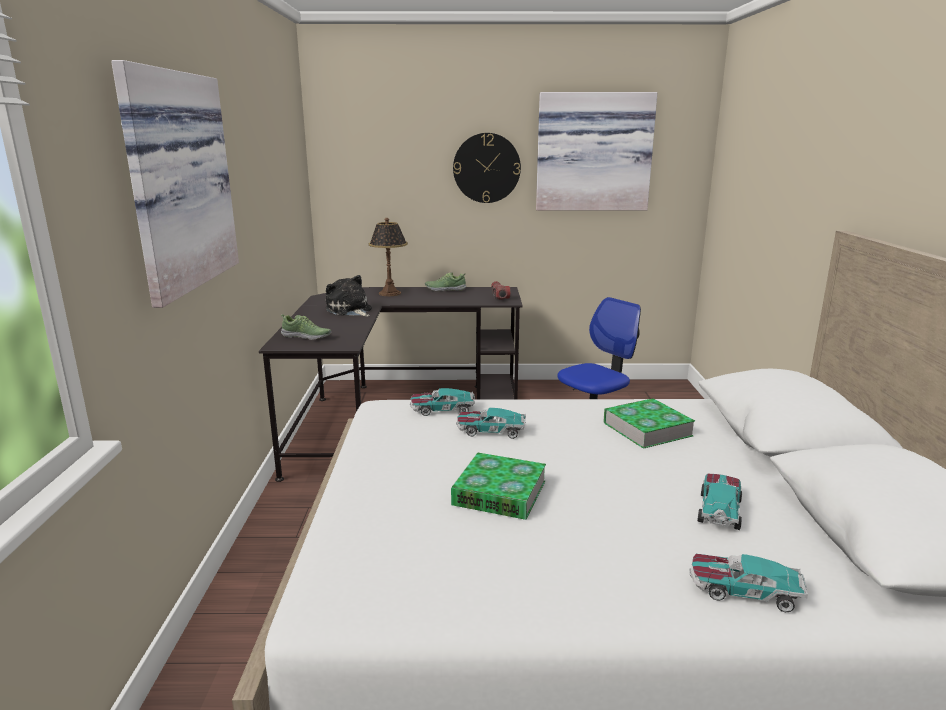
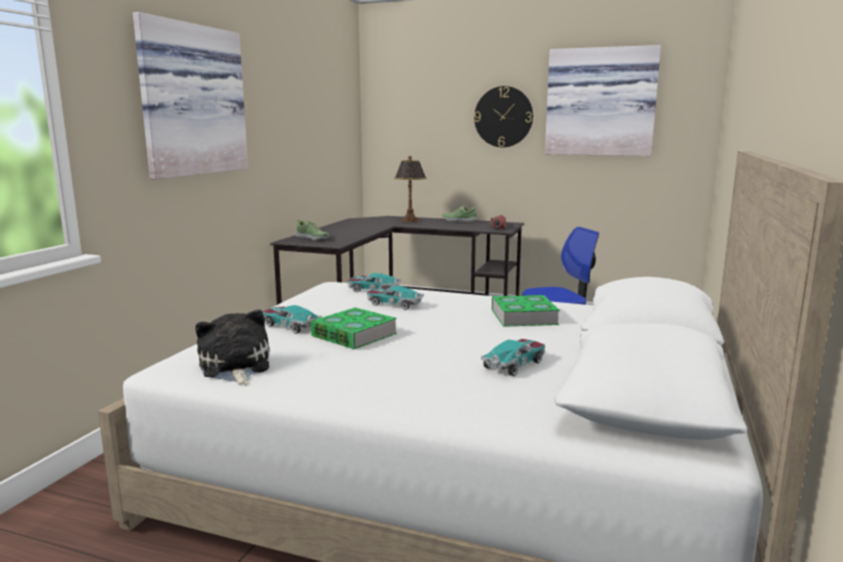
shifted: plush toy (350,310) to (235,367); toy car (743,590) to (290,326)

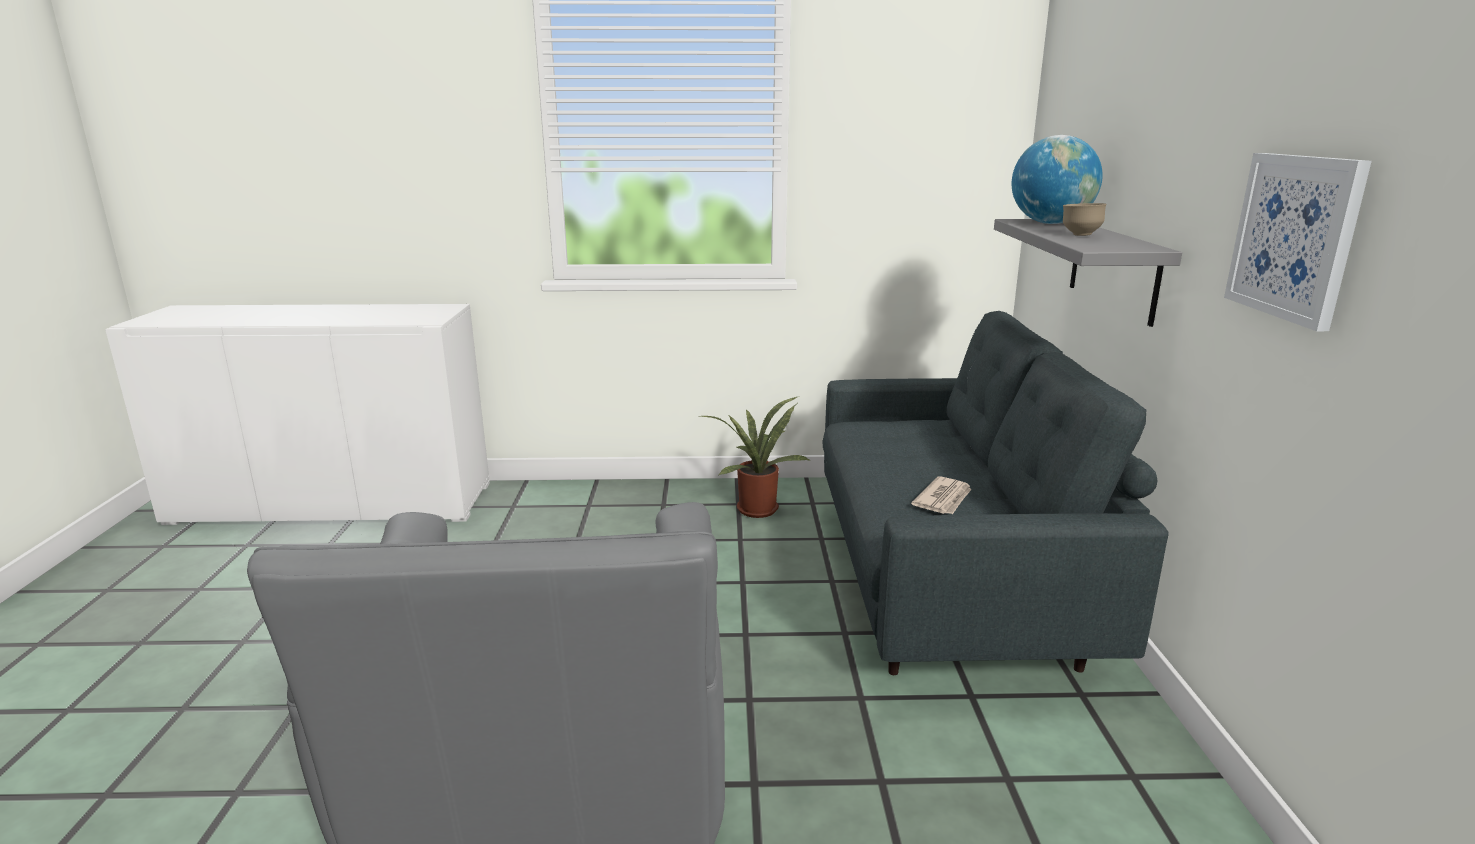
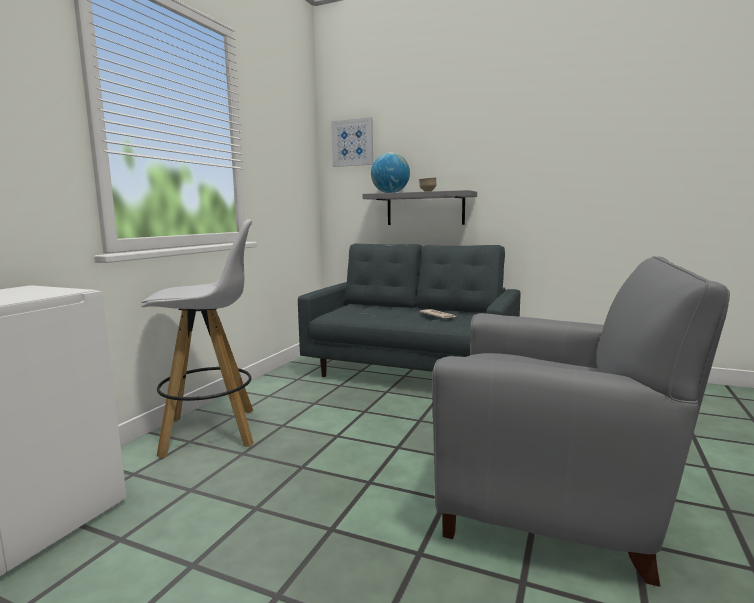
gone: potted plant (757,507)
new: white stool (212,431)
shifted: picture (1295,237) to (352,143)

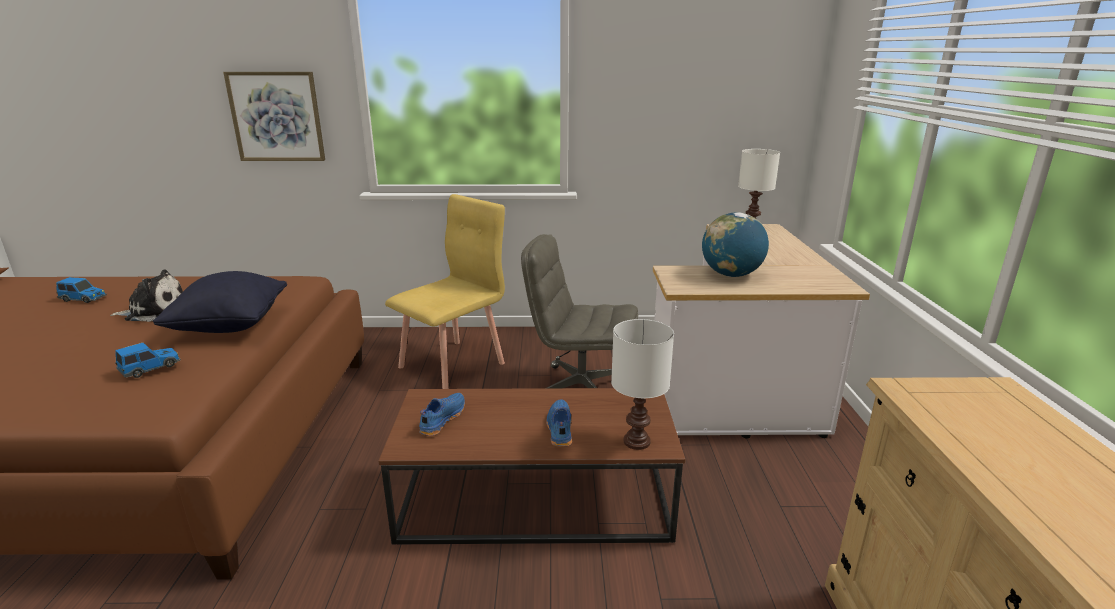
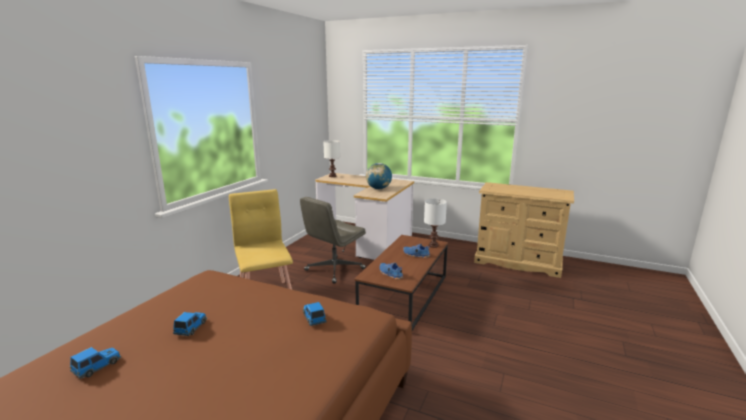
gone: black pillow (230,326); picture (276,117)
swapped: plush toy (154,311) to toy car (191,328)

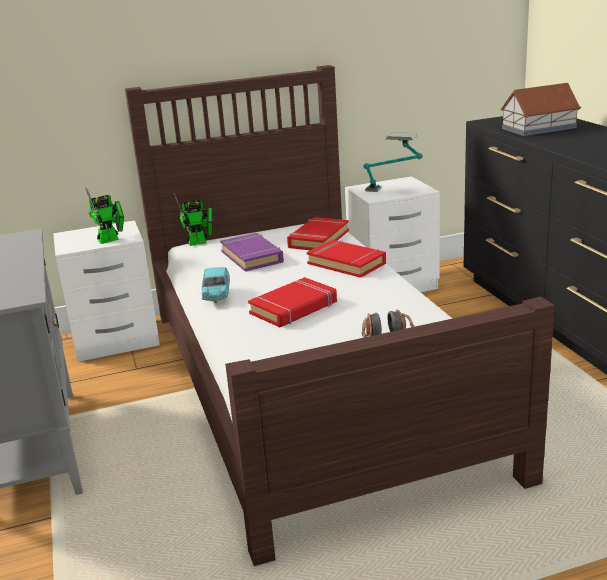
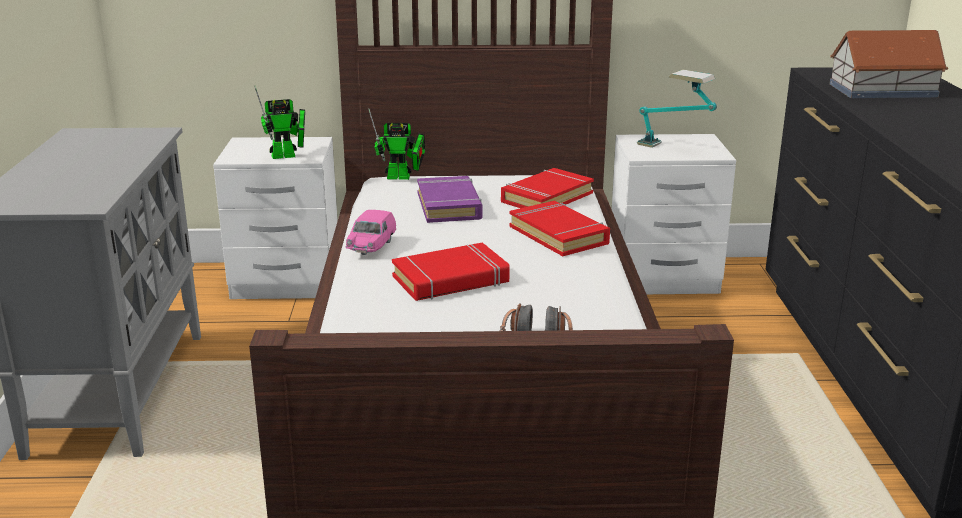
repainted: turquoise toy car (216,296) to pink toy car (371,247)

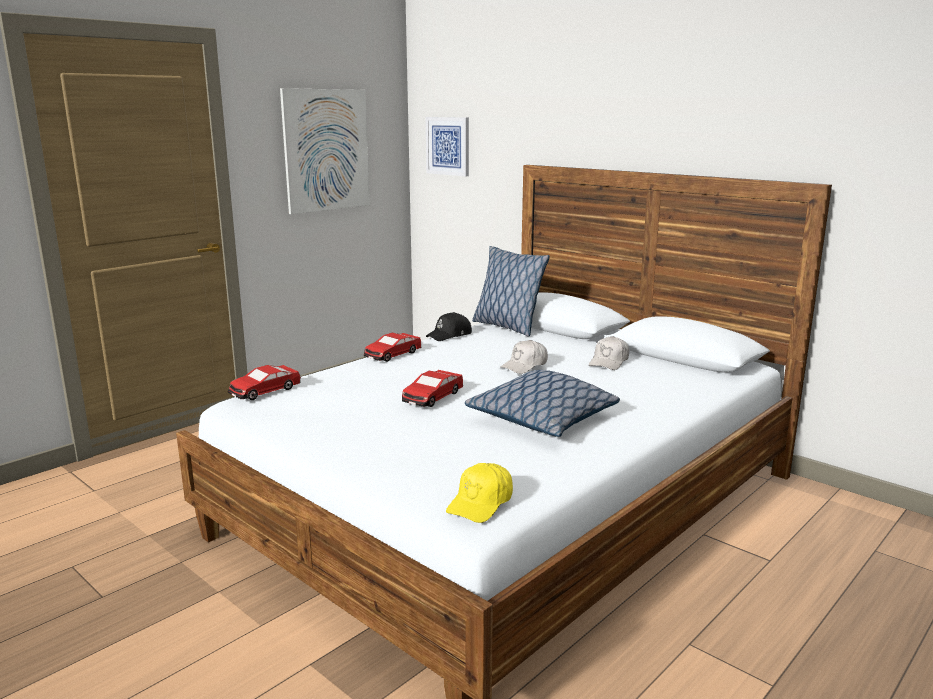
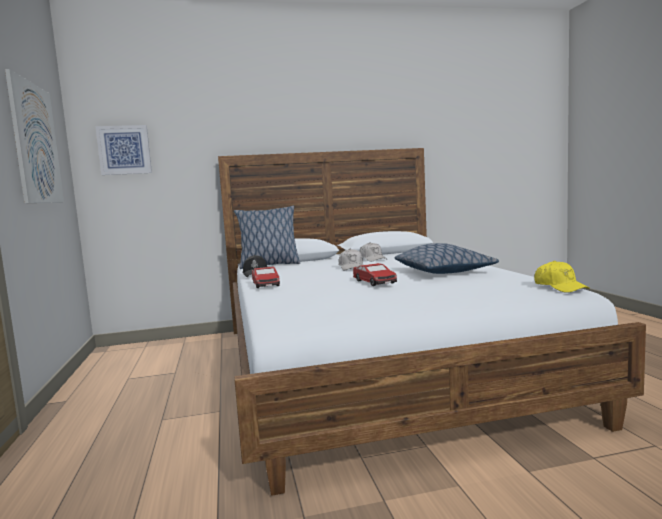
gone: toy car (264,391)

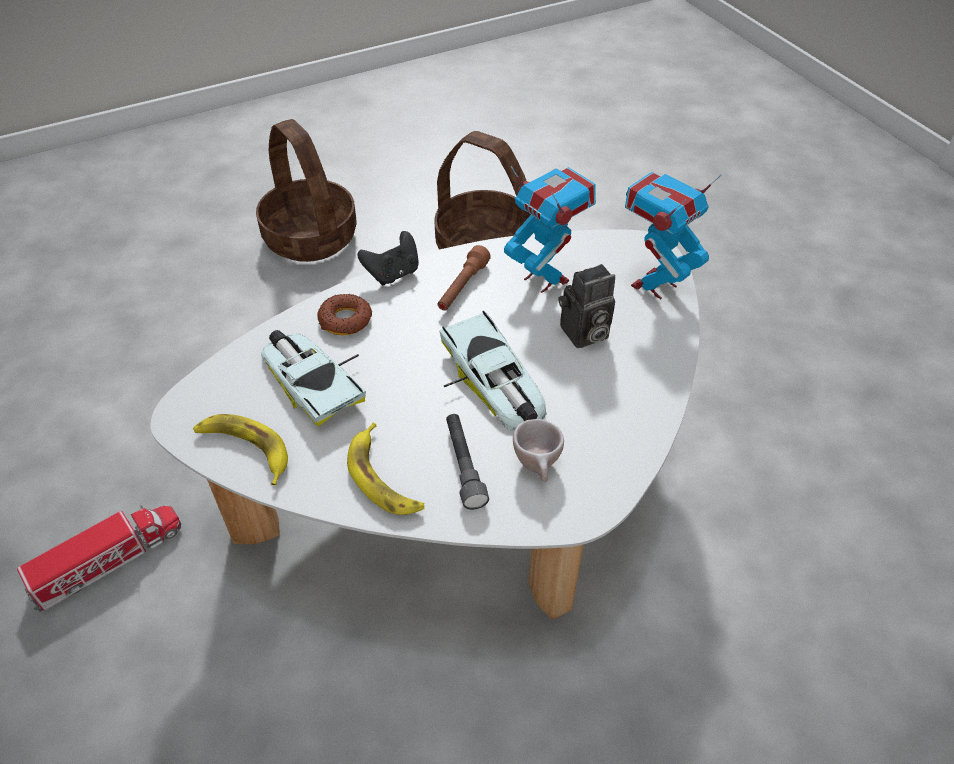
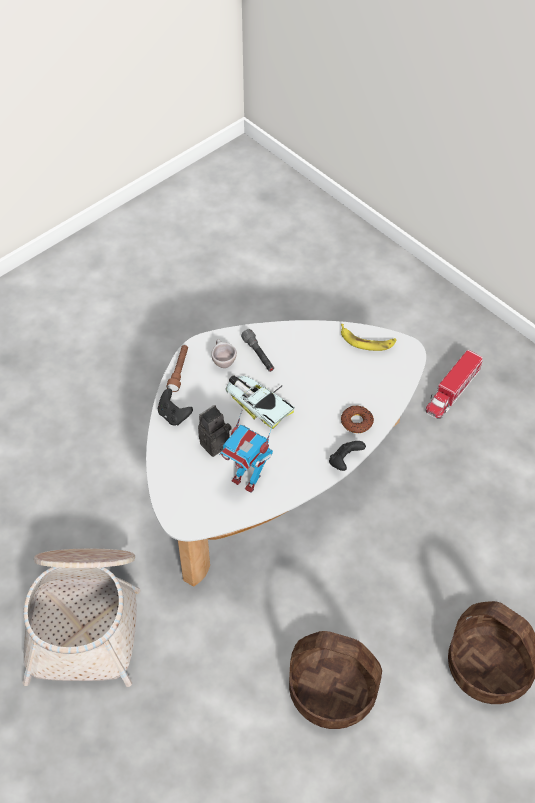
gone: toy car (312,379); banana (384,478); toy robot (654,284)
new: basket (86,618); black game controller (174,415)
shifted: brown flashlight (462,287) to (179,371)

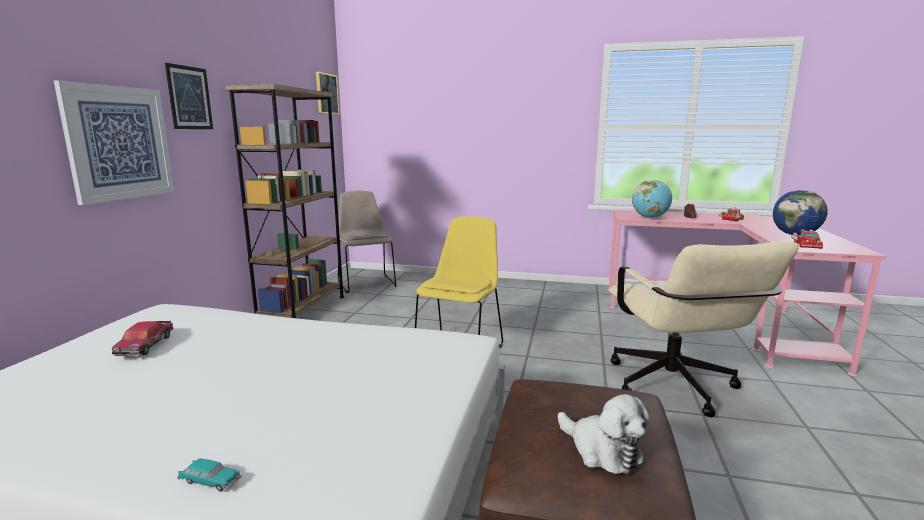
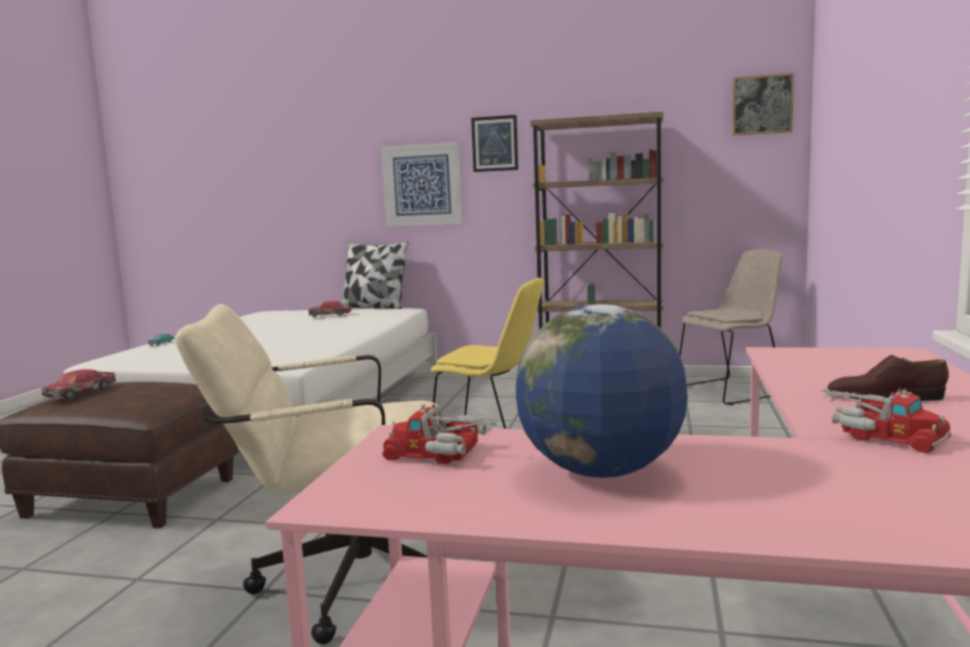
gone: globe (650,218)
new: pillow (374,307)
swapped: plush toy (602,450) to toy car (81,392)

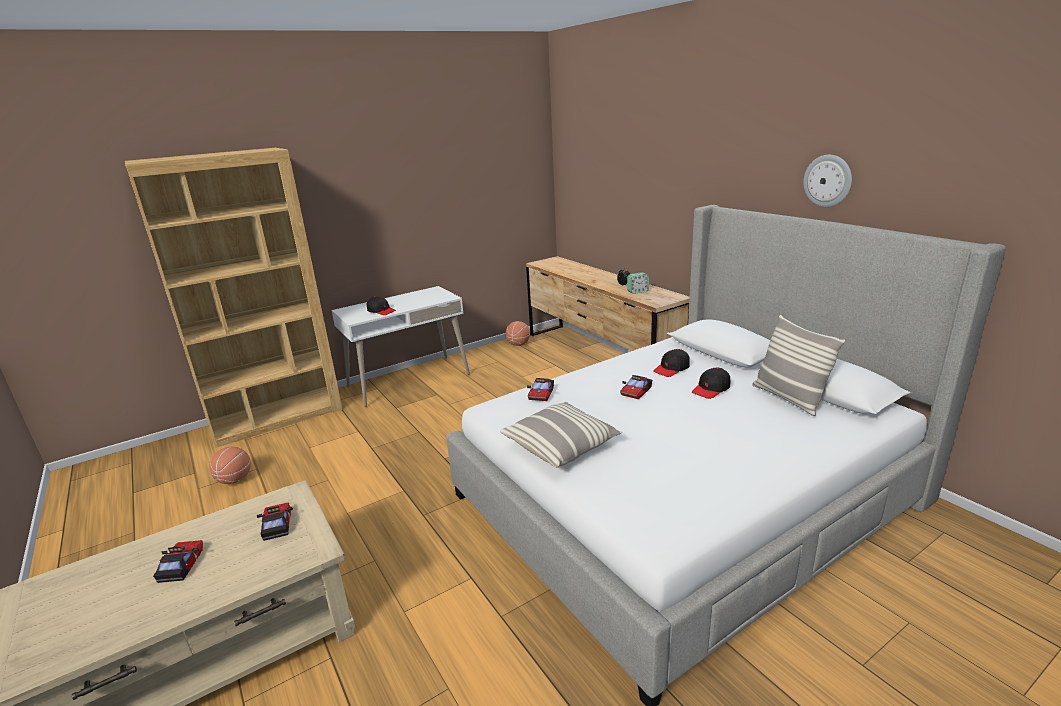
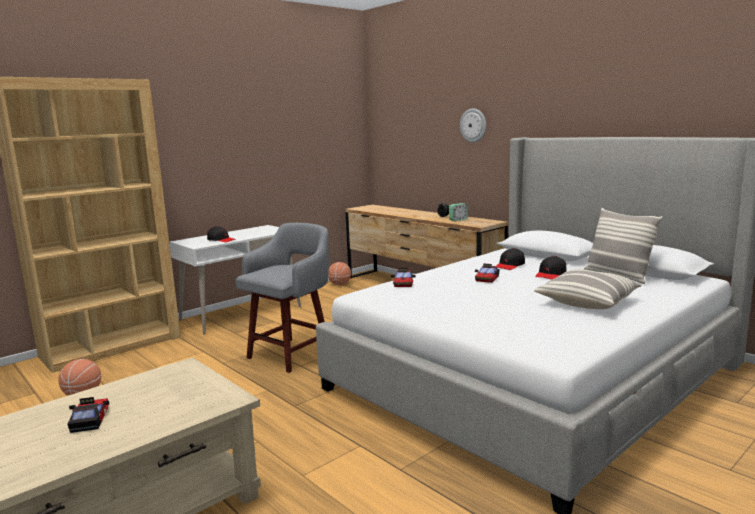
gone: toy car (277,524)
new: grey stool (291,354)
shifted: wall clock (828,181) to (473,125); pillow (561,446) to (587,302)

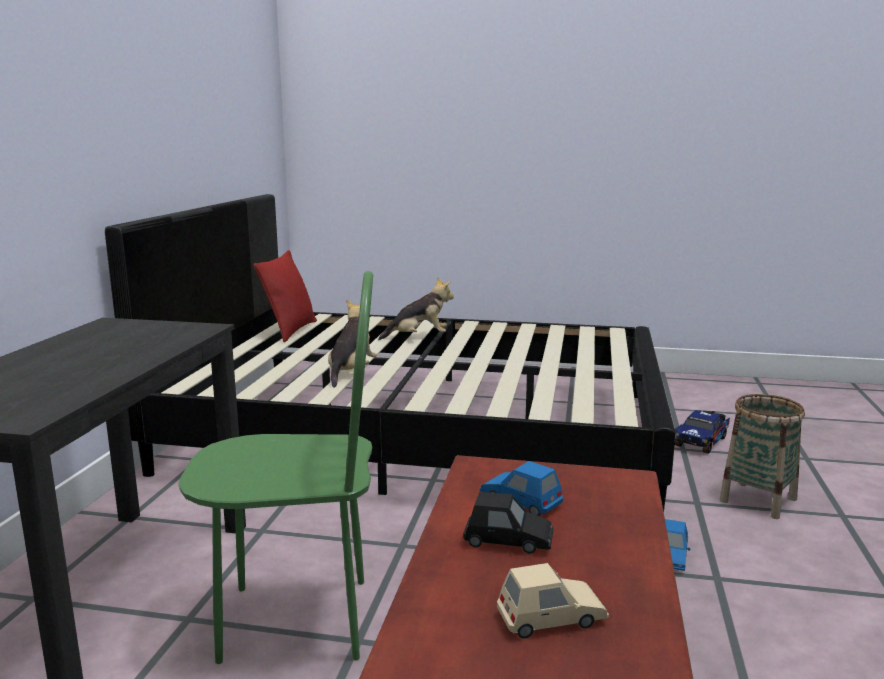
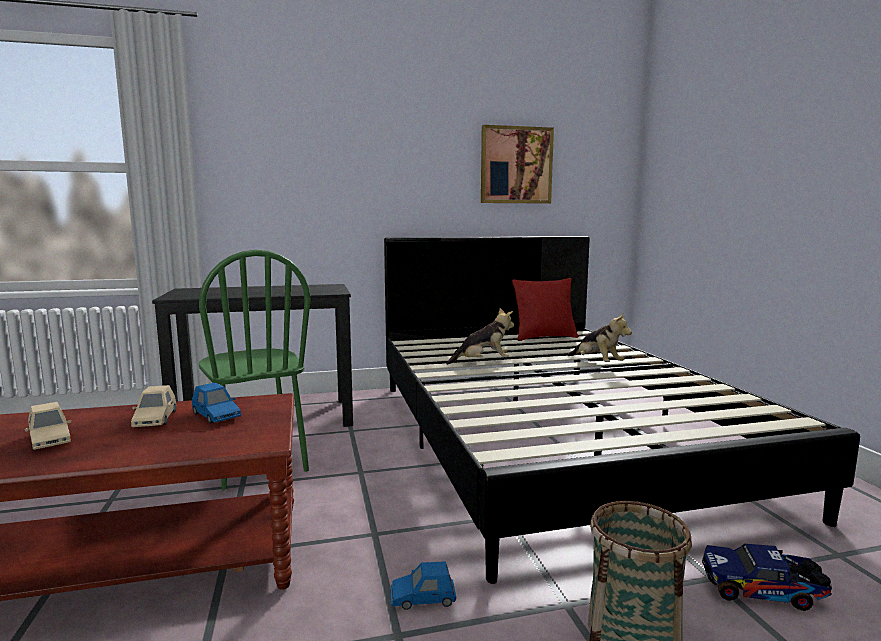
new: picture (516,165)
repainted: black toy car (508,540) to beige toy car (155,419)
rotated: blue toy car (521,501) = (216,416) 120 degrees clockwise

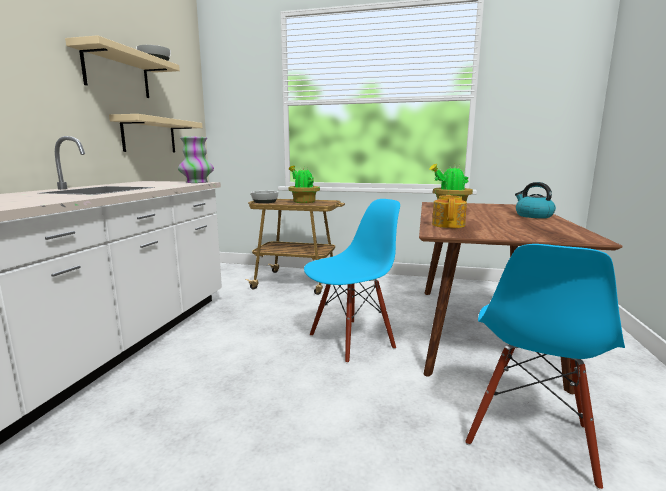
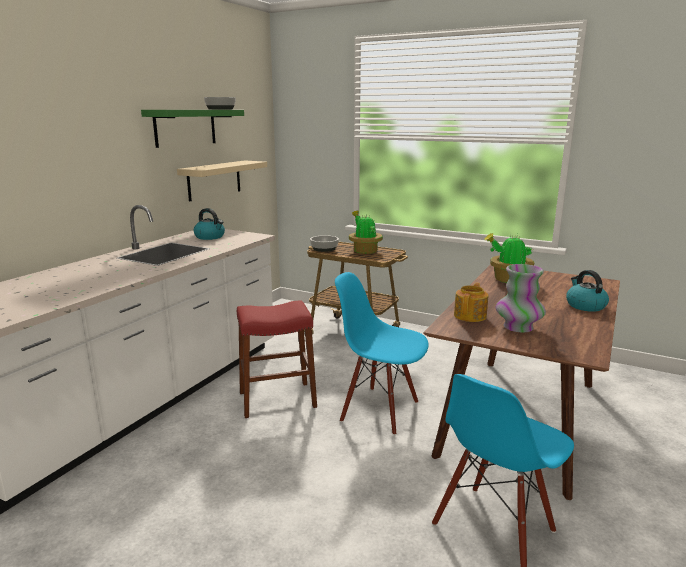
new: kettle (210,237); red stool (277,399)
shifted: vase (197,182) to (518,327)
repainted: beige shelf (117,73) to green shelf (185,127)
rotated: blue chair (351,340) = (380,410) 135 degrees counterclockwise

